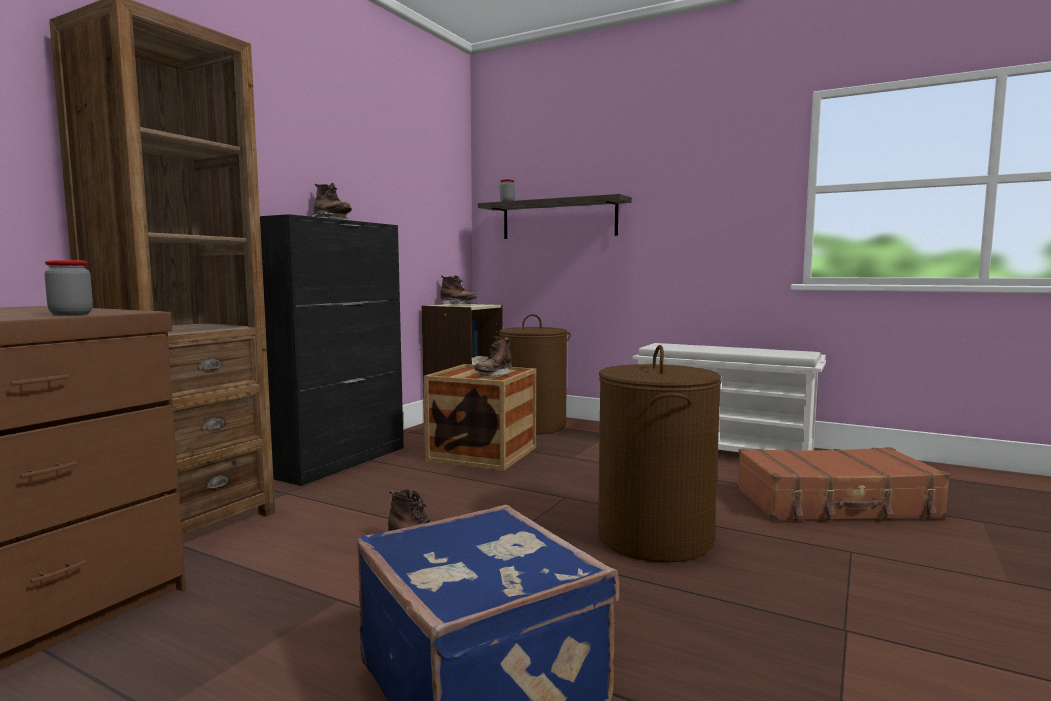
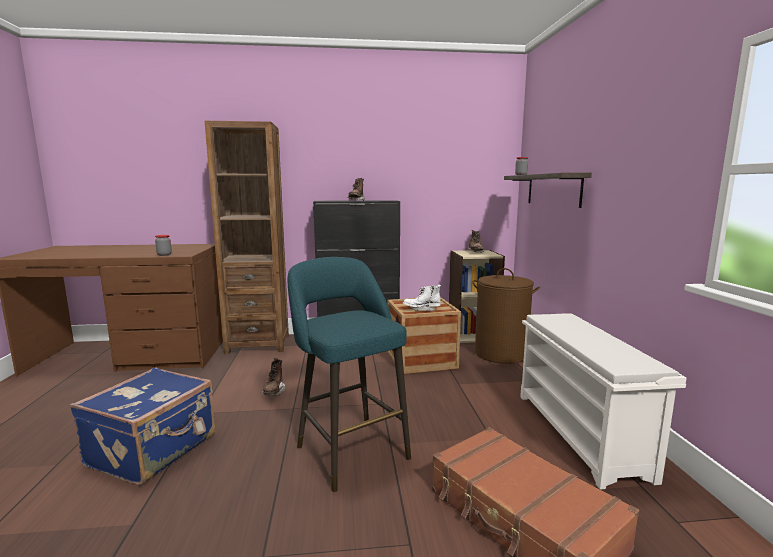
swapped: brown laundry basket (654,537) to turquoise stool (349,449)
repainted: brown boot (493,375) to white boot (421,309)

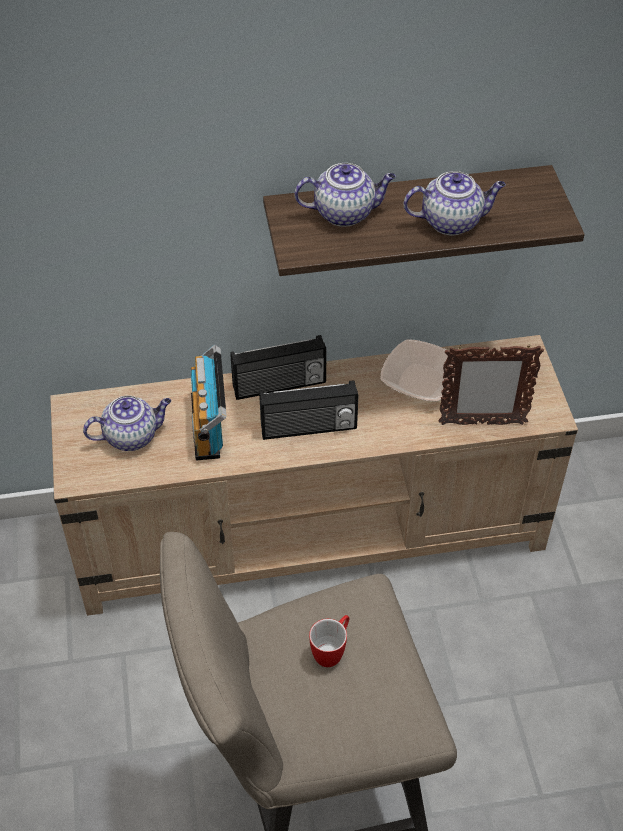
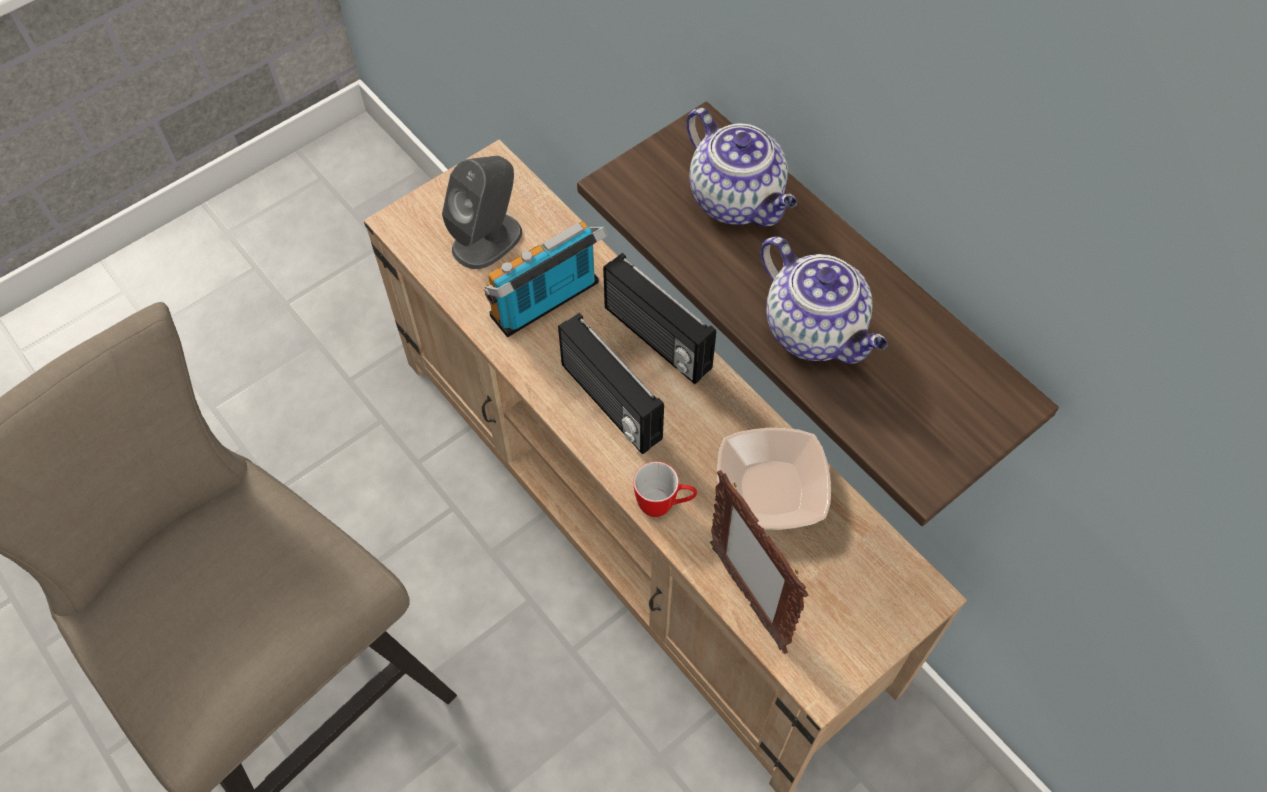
shifted: mug (332,651) to (664,505)
swapped: teapot (132,436) to grey speaker (488,240)

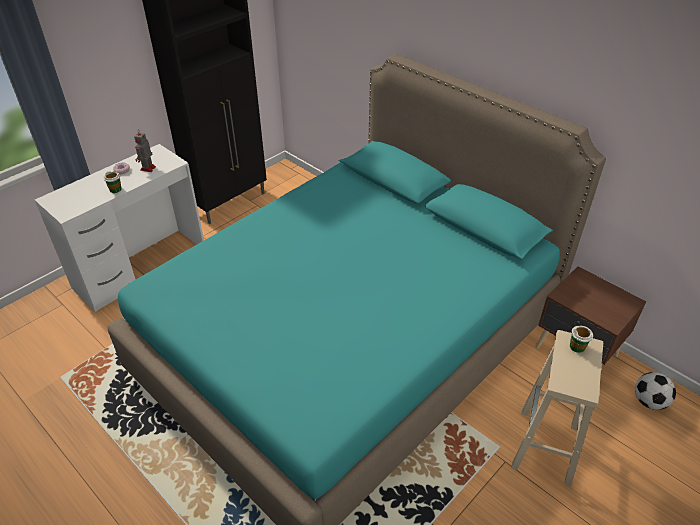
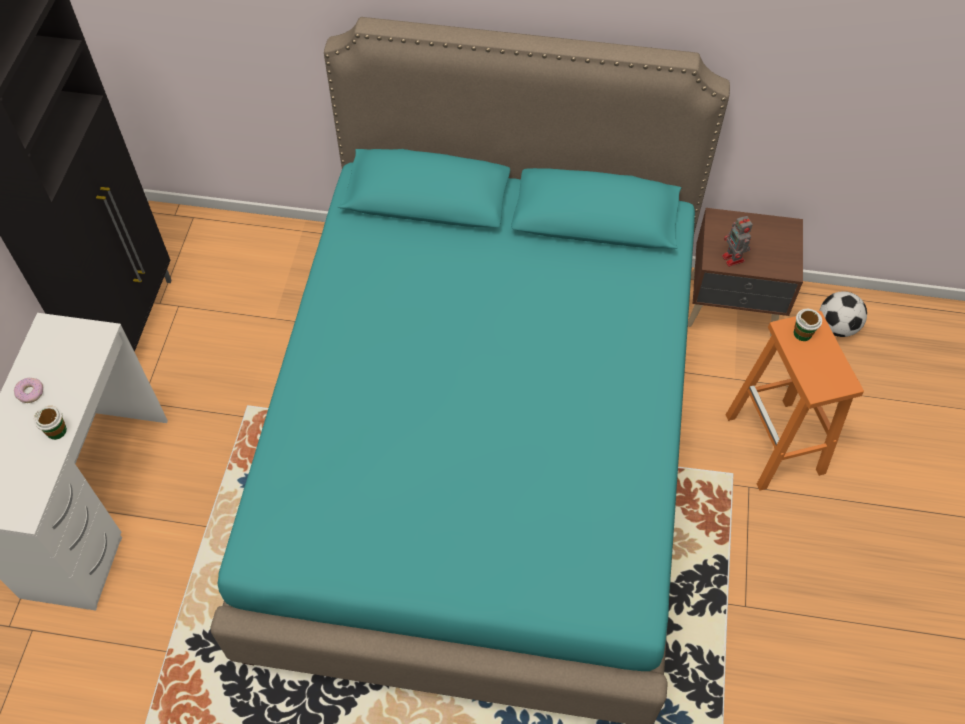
shifted: toy robot (147,169) to (733,259)
repainted: beige stool (545,447) to orange stool (775,445)

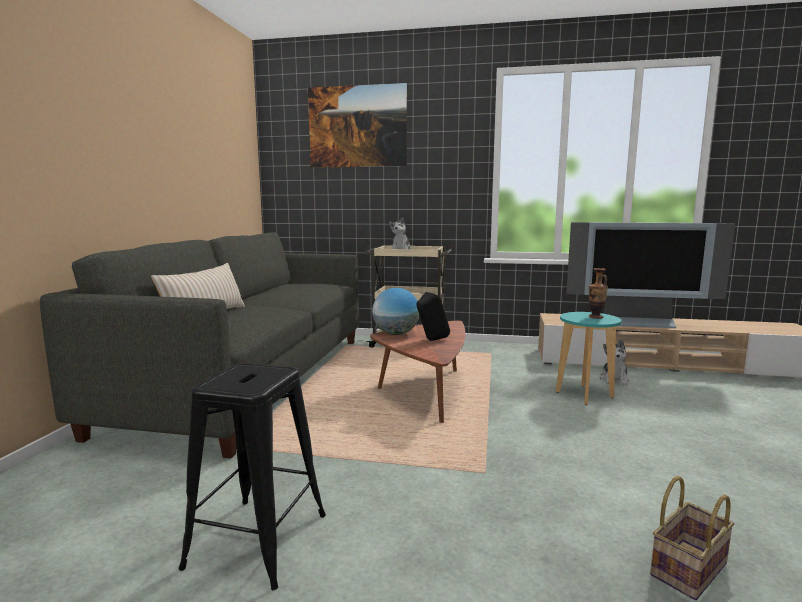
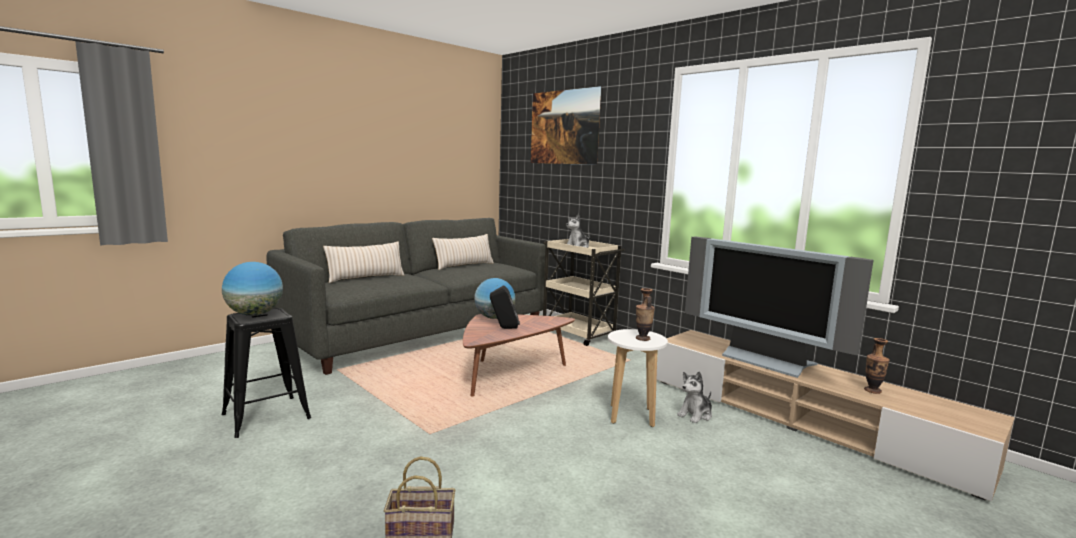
new: globe (254,314); beige pillow (464,265); vase (872,391)
repainted: turquoise stool (584,394) to white stool (632,416)

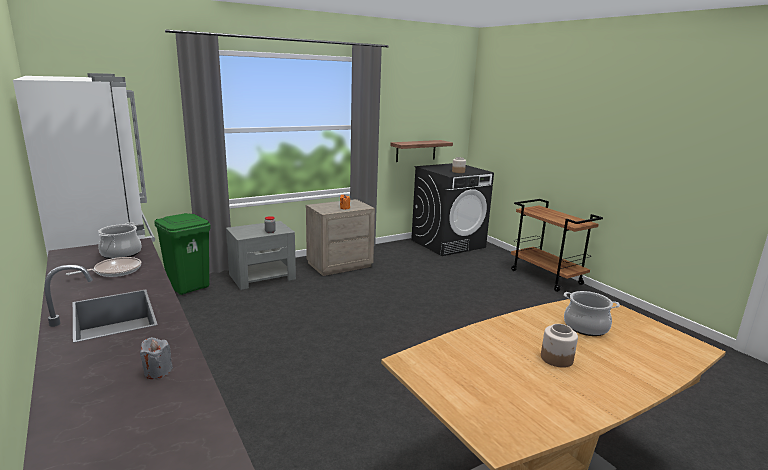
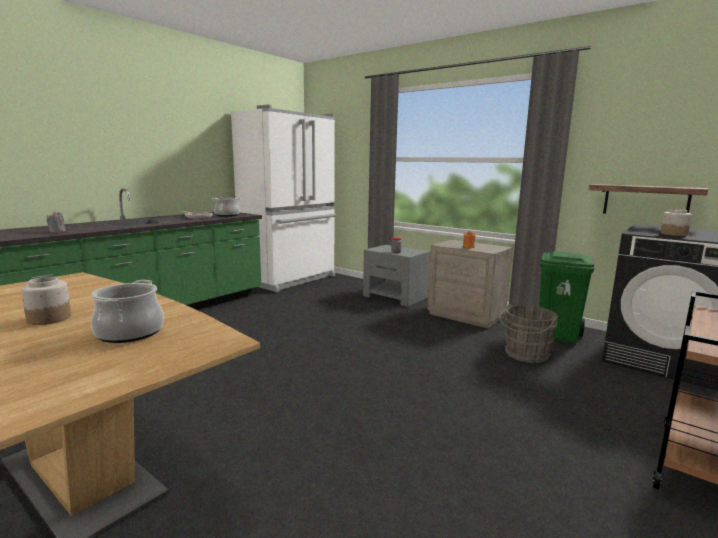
new: grey bucket (525,355)
shifted: green trash can (188,287) to (557,336)

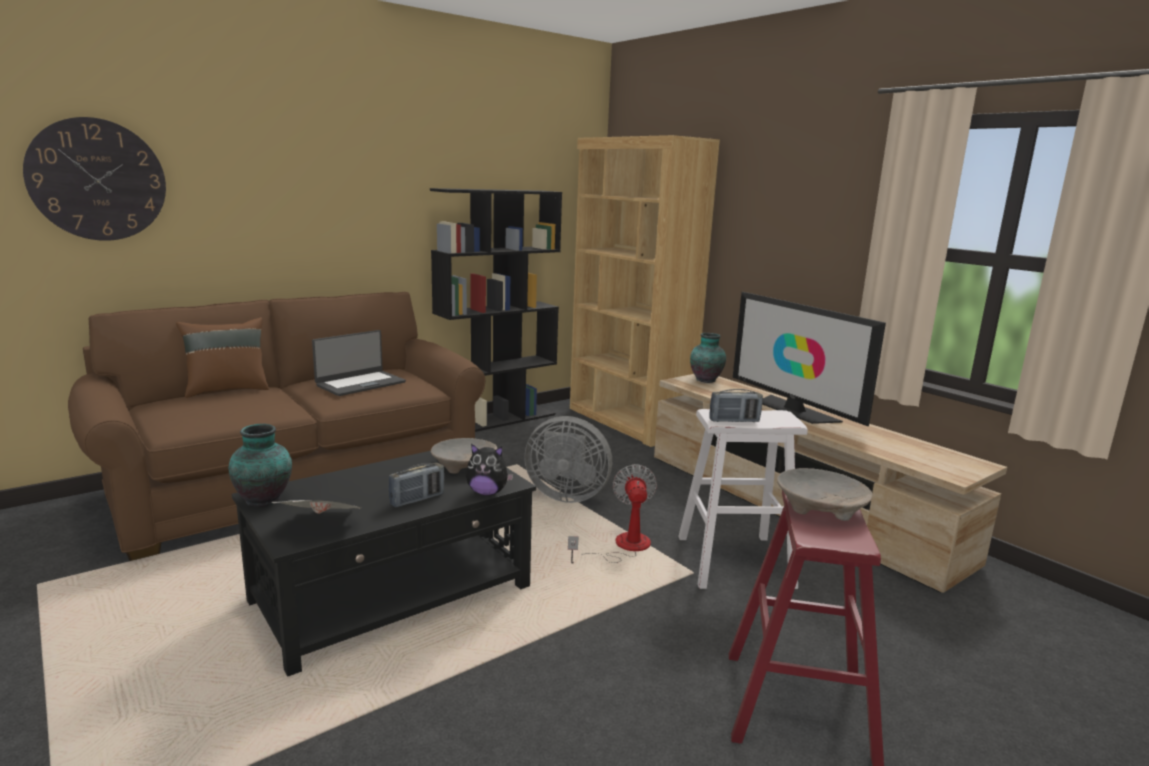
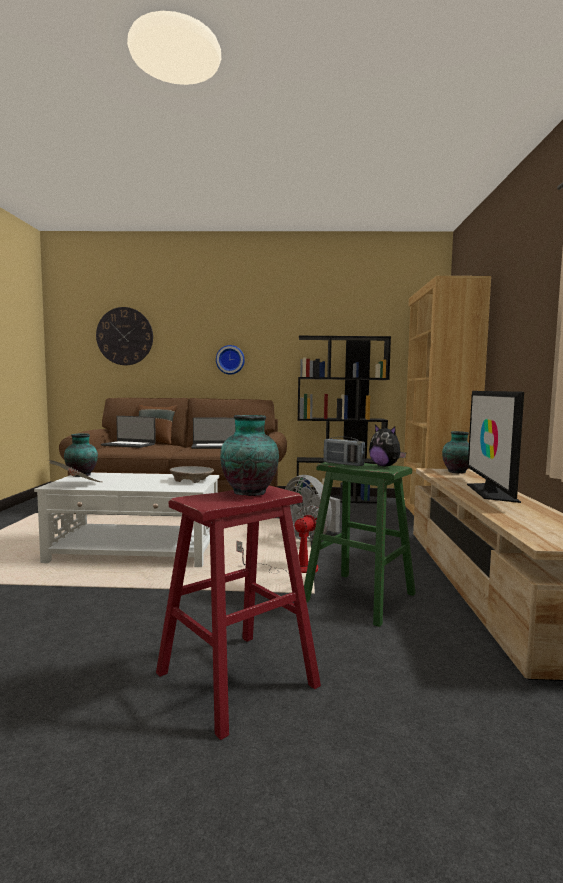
gone: radio (417,499)
new: laptop (129,445); wall clock (230,360)
shifted: plush toy (487,492) to (385,466)
swapped: beige bowl (820,506) to vase (249,492)
repainted: black coffee table (394,594) to white coffee table (136,551); white stool (734,561) to green stool (359,597)

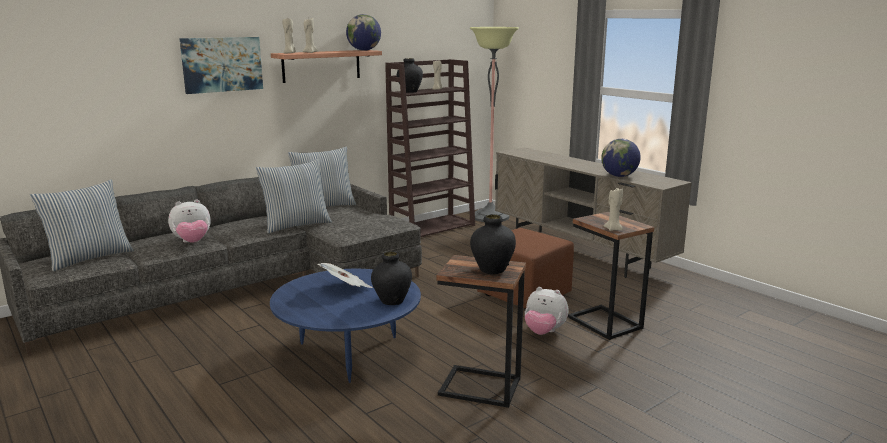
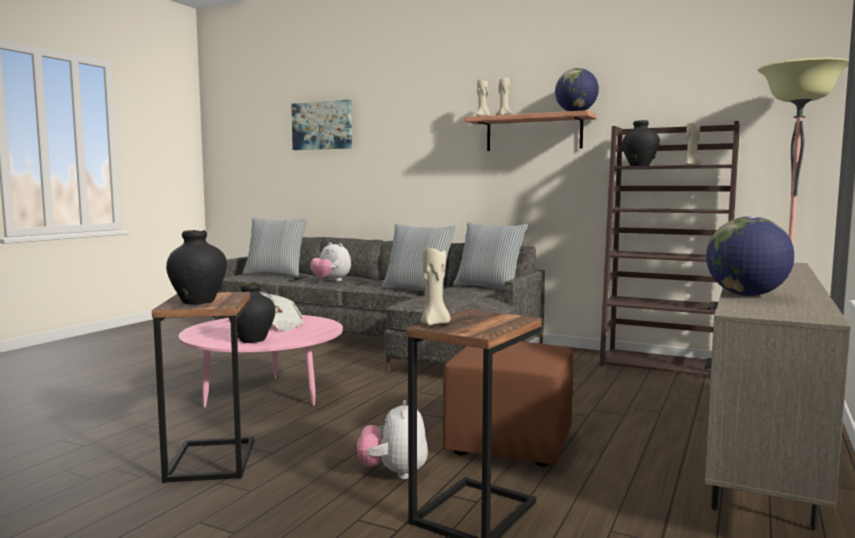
shifted: picture (222,64) to (322,125)
repainted: blue coffee table (349,353) to pink coffee table (265,396)

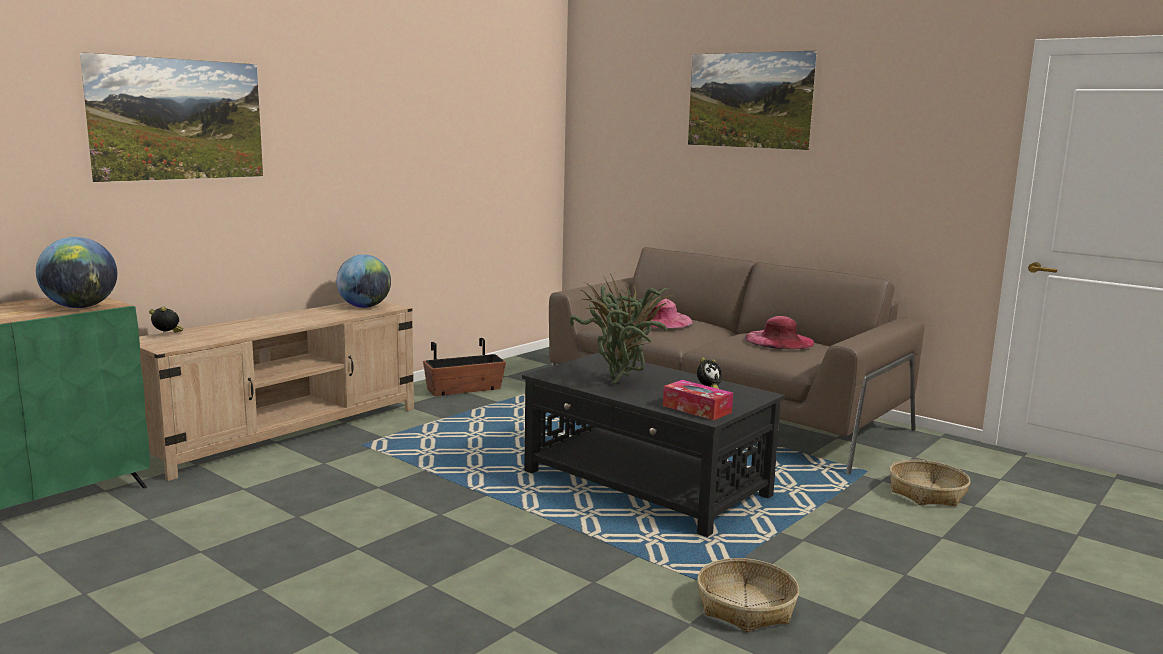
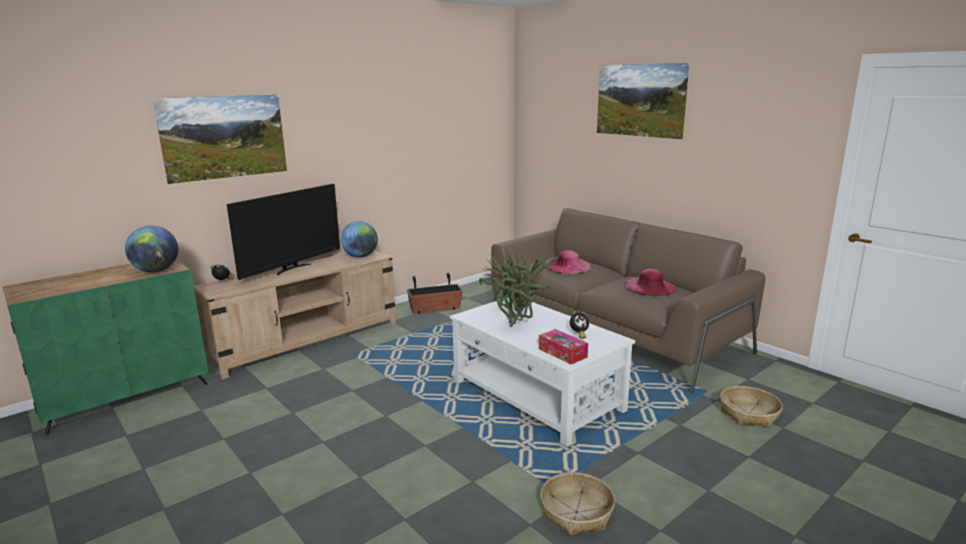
new: television (292,268)
repainted: black coffee table (646,484) to white coffee table (536,396)

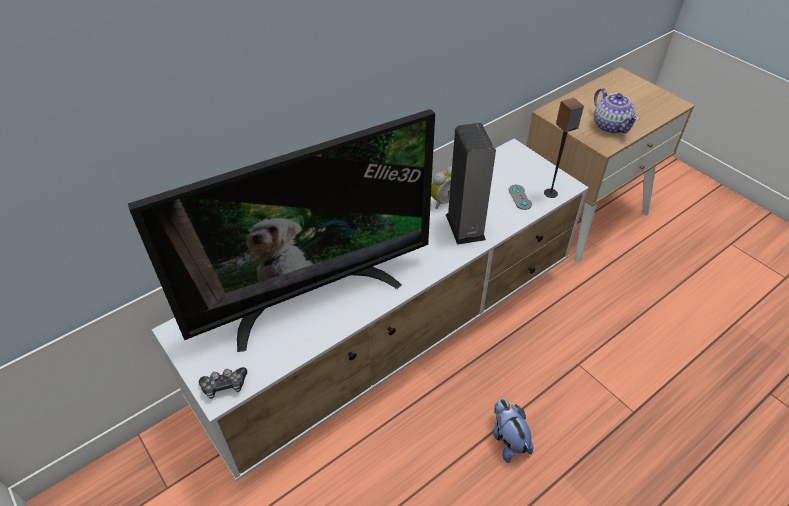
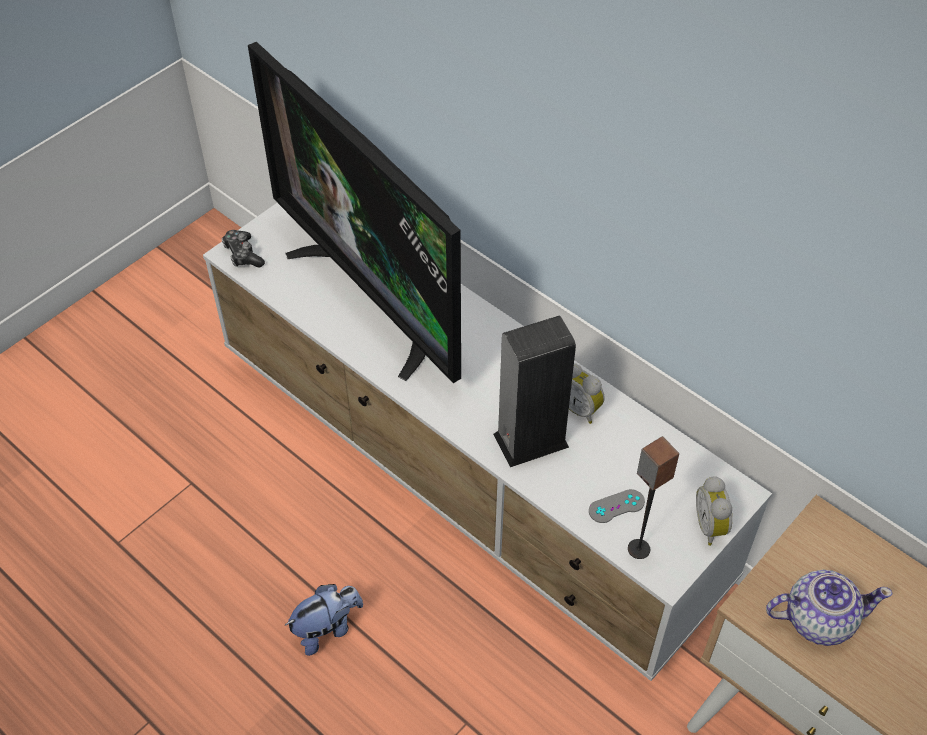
new: alarm clock (712,526)
rotated: teapot (610,126) = (817,619) 150 degrees counterclockwise

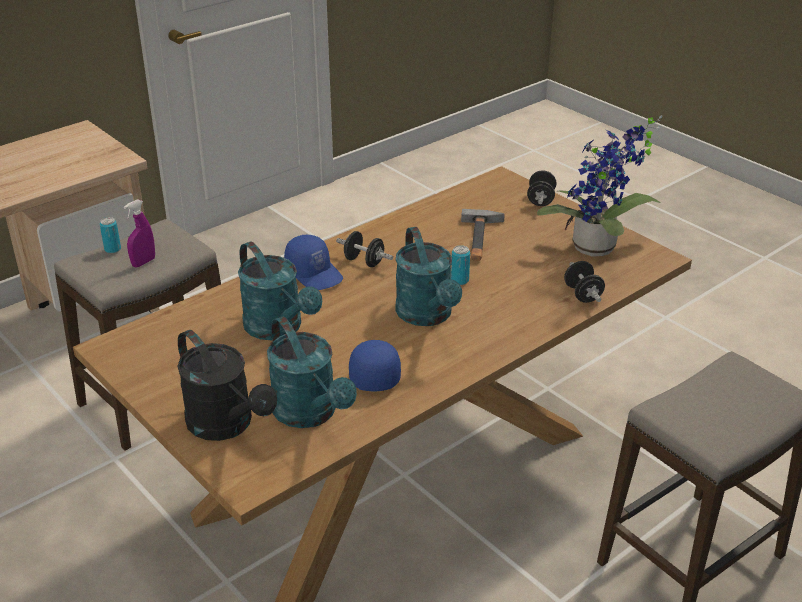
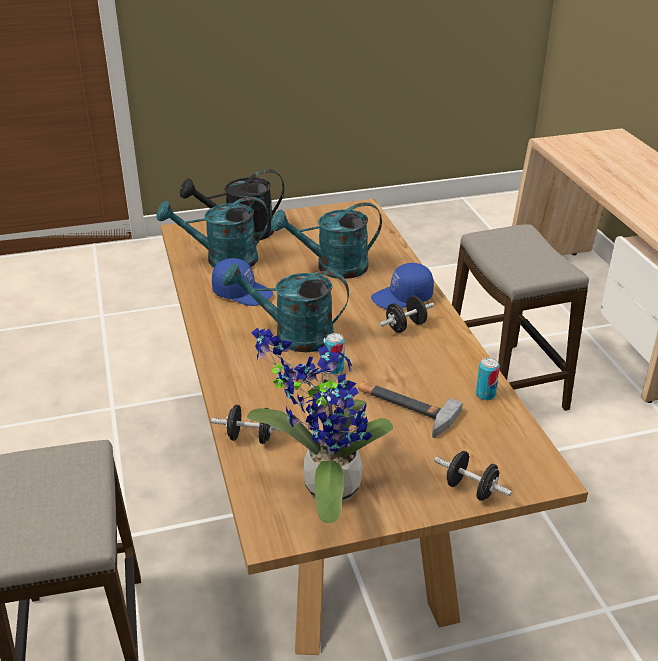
gone: purple spray bottle (143,262)
shifted: can (112,249) to (485,394)

